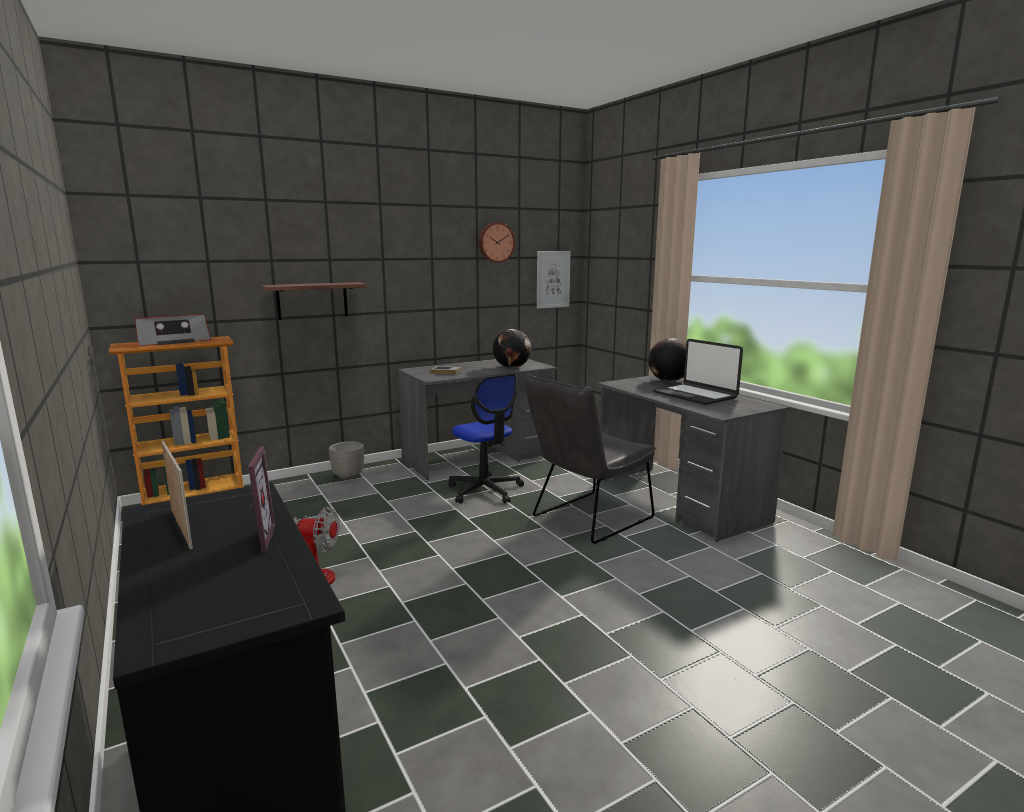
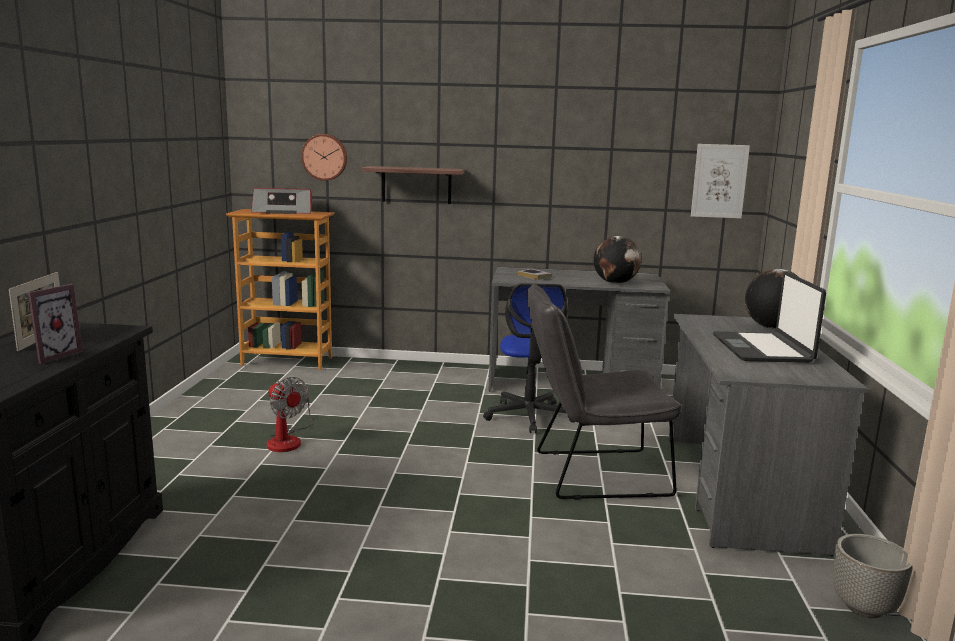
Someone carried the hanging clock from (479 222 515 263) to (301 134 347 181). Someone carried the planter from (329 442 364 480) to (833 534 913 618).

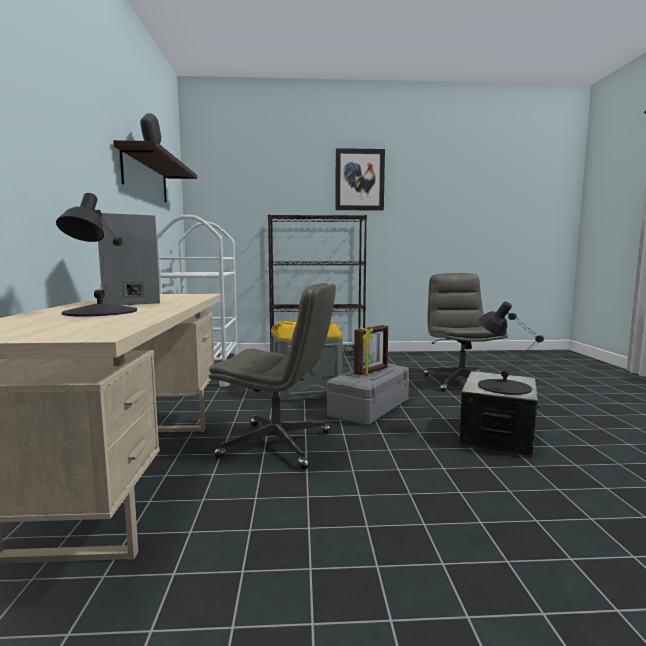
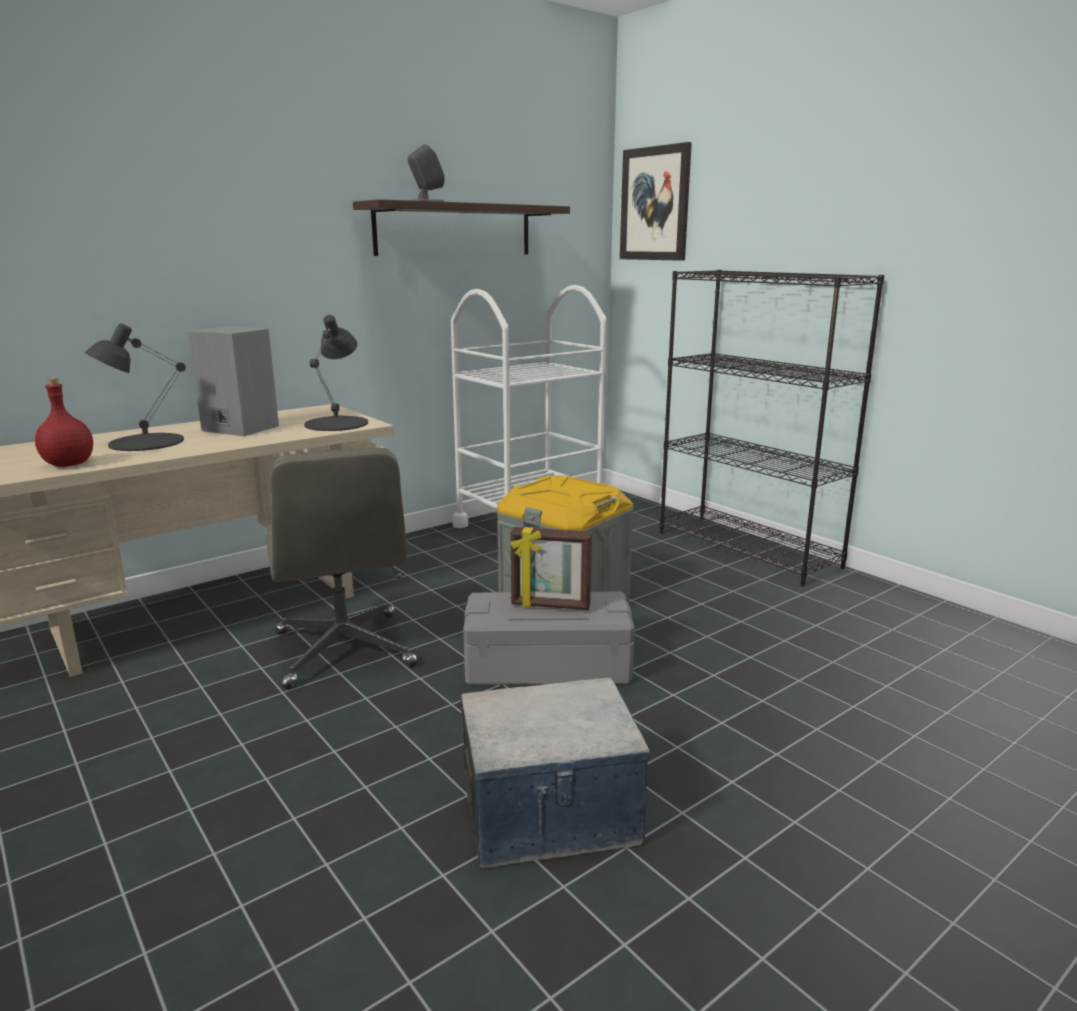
Someone carried the wall art from (335 148 385 211) to (620 142 692 261). Someone took away the gray office chair at (423 273 508 392). Someone carried the black-coloured lamp for a table from (478 301 544 395) to (304 315 368 431). Someone put down the reddish bottle at (35 377 93 467).

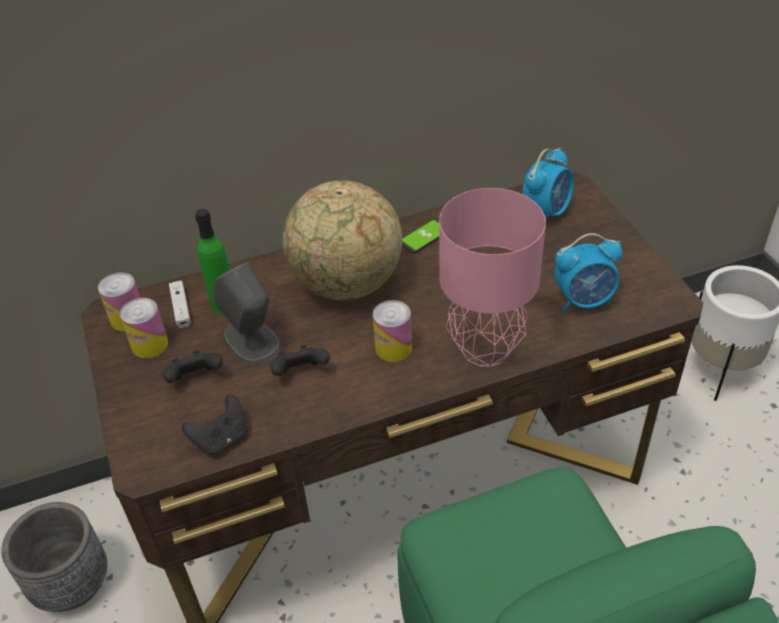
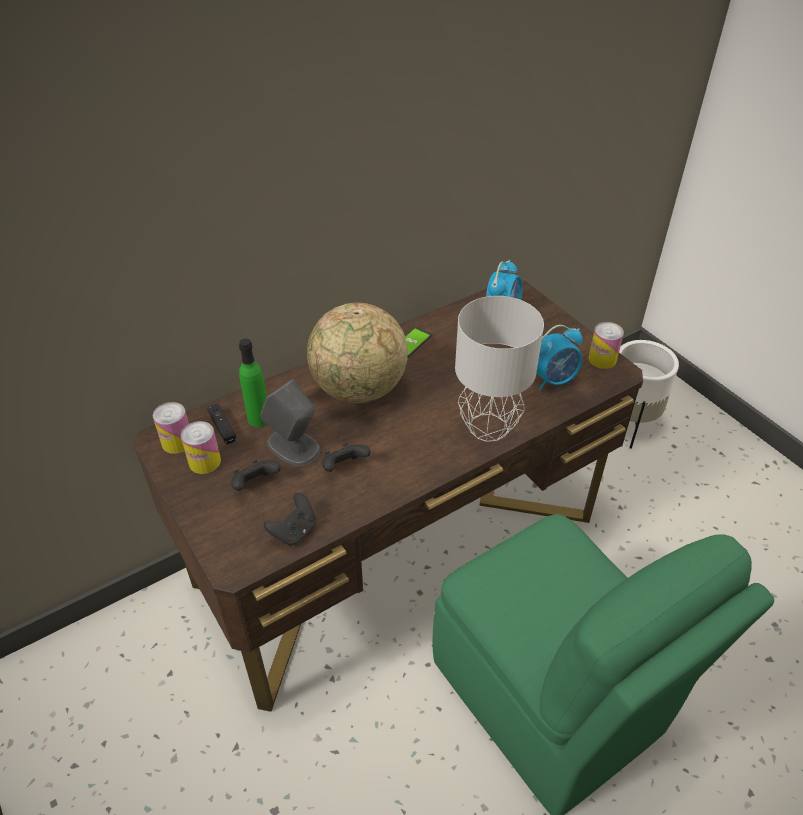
Someone repainted the pink lamp for a table at (439 188 546 367), which became the gray lamp for a table at (455 296 544 442). Someone repainted the whitish gamepad at (169 280 191 328), which became the black-coloured gamepad at (207 403 236 444). Someone carried the metal can from (373 300 412 362) to (588 322 624 369). Someone took away the gray planter at (1 502 107 612).

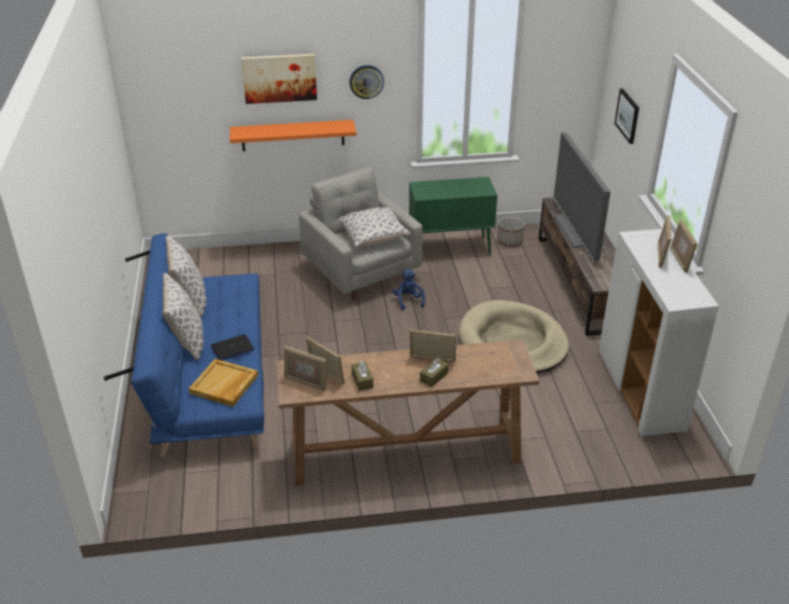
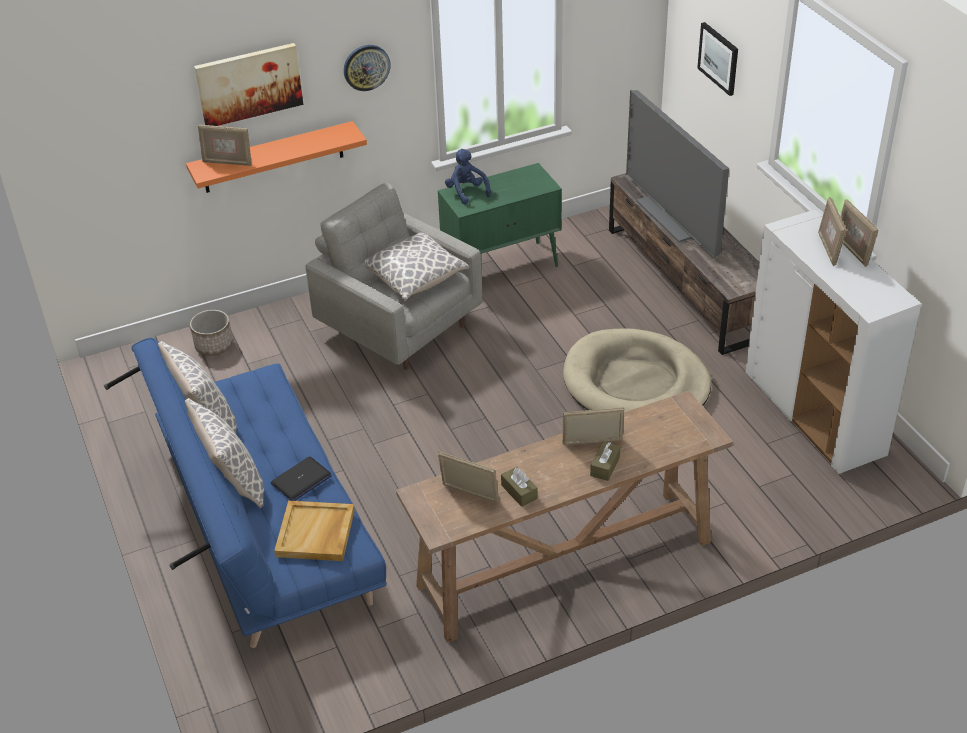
Someone carried the planter from (497 217 525 247) to (190 310 233 356). Someone carried the blue-coloured plush toy from (392 269 425 310) to (445 149 491 205). Someone carried the photo frame from (284 346 327 391) to (198 125 252 166).

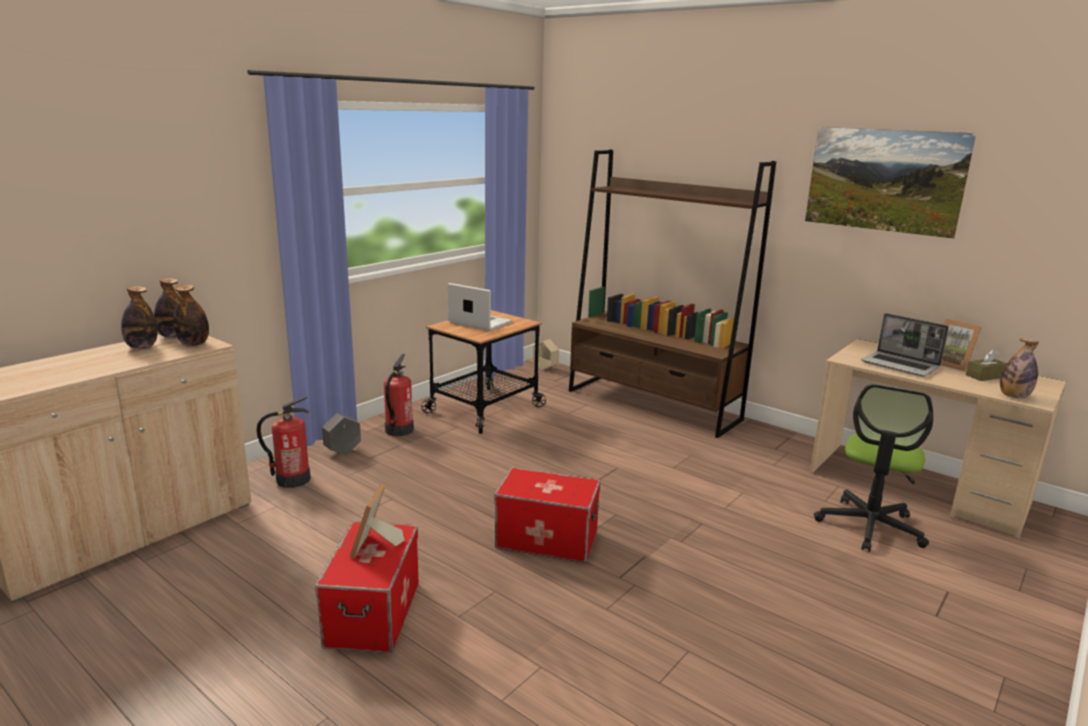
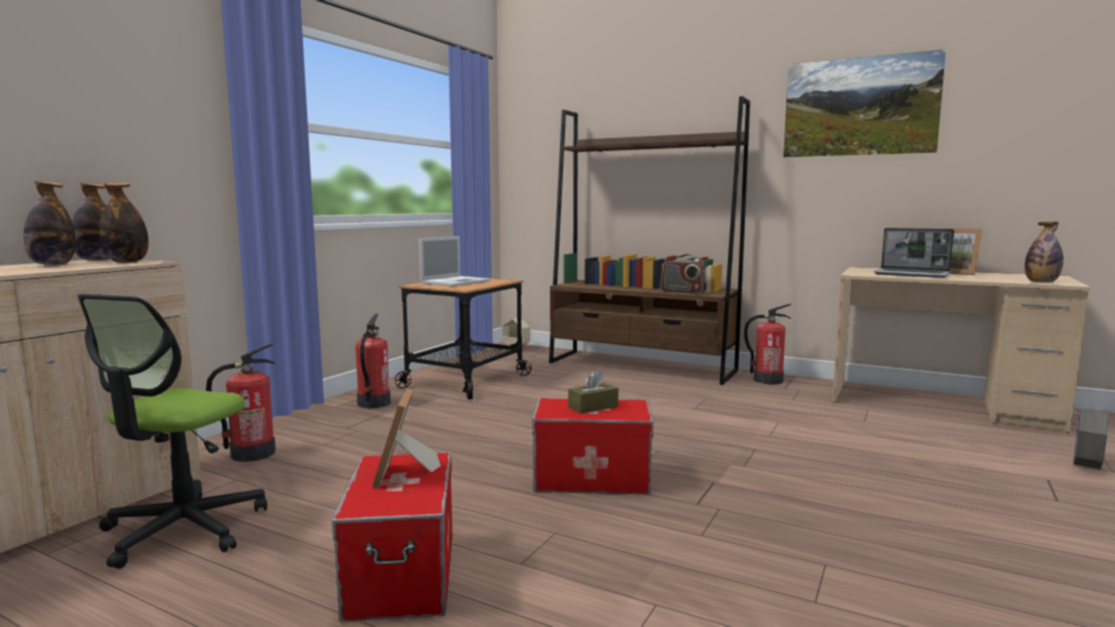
Someone rotated the portable computer at (448 283 512 331) by 105 degrees clockwise. Someone carried the brown-coloured box of tissues from (966 349 1007 381) to (568 370 618 414). Someone carried the office chair from (814 384 933 552) to (77 294 267 569). Someone carried the gray planter from (322 413 361 455) to (1073 409 1108 469). Someone put down the radio at (660 254 707 294). Someone put down the extinguisher at (744 304 791 384).

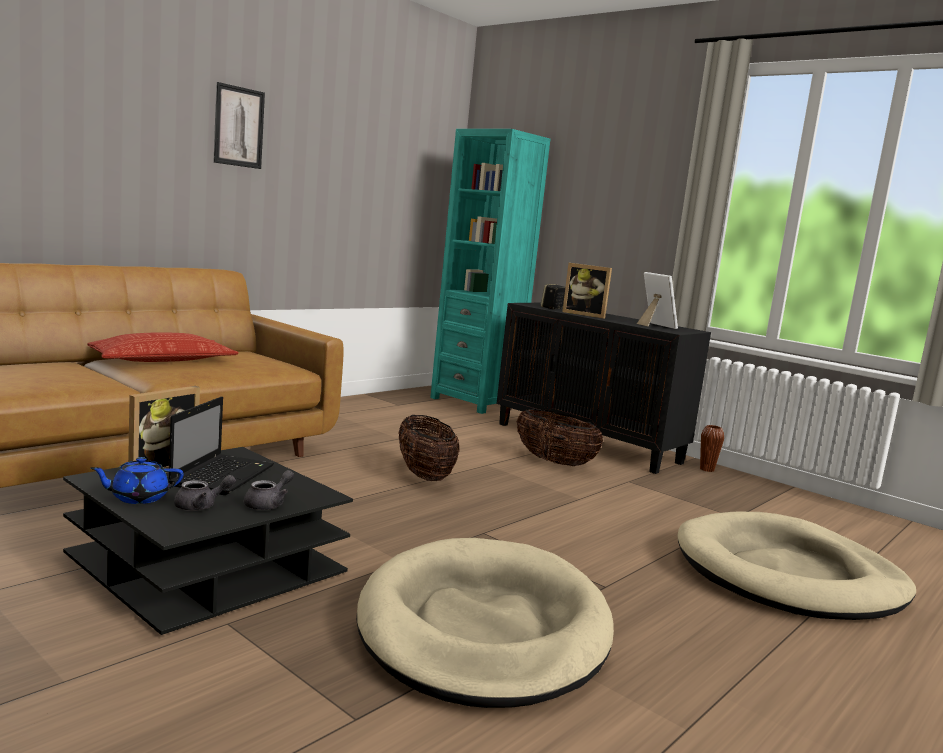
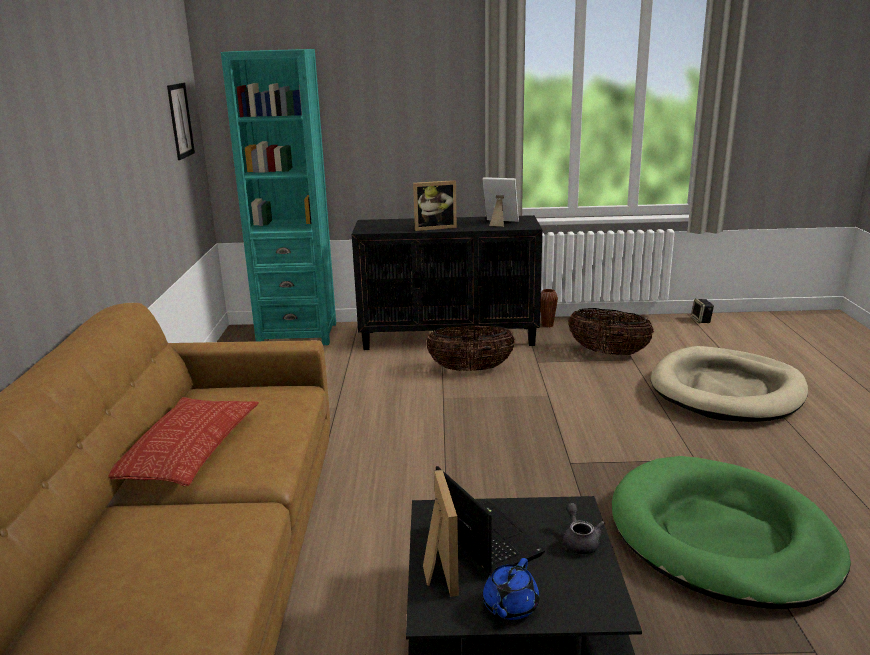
Someone carried the wall art from (214 82 265 169) to (167 83 195 160). Someone carried the loudspeaker from (541 284 565 309) to (691 299 714 323). Someone carried the household basket from (398 415 459 481) to (568 308 654 355). Someone took away the gray pot for tea at (174 475 236 511). Someone repainted the sand-coloured pet bed at (356 538 614 708), which became the green pet bed at (612 456 851 609).

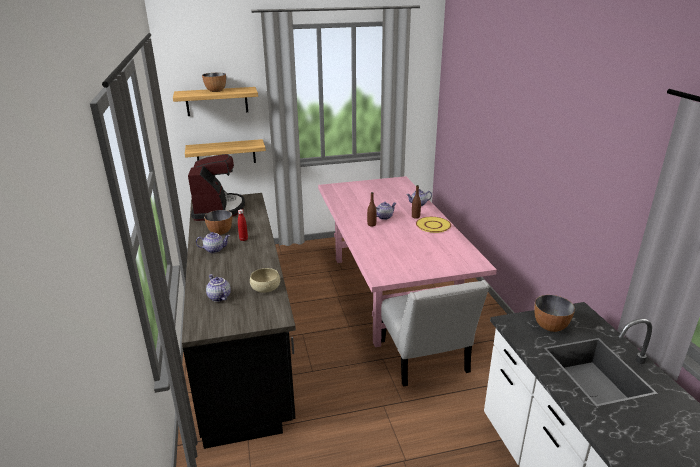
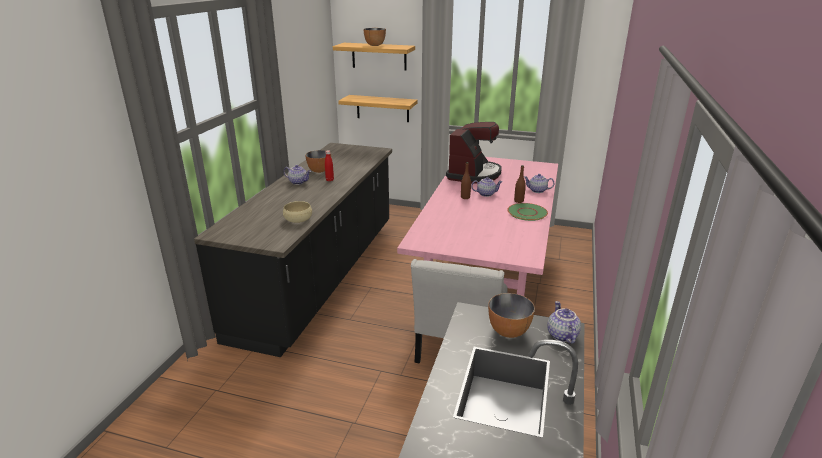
Someone carried the coffee brewer from (188 154 245 221) to (446 122 502 184). Someone repainted the yellow-coloured dinner plate at (416 217 451 233), which became the green dinner plate at (507 203 548 221). Someone carried the pot for tea from (206 274 231 302) to (547 301 581 344).

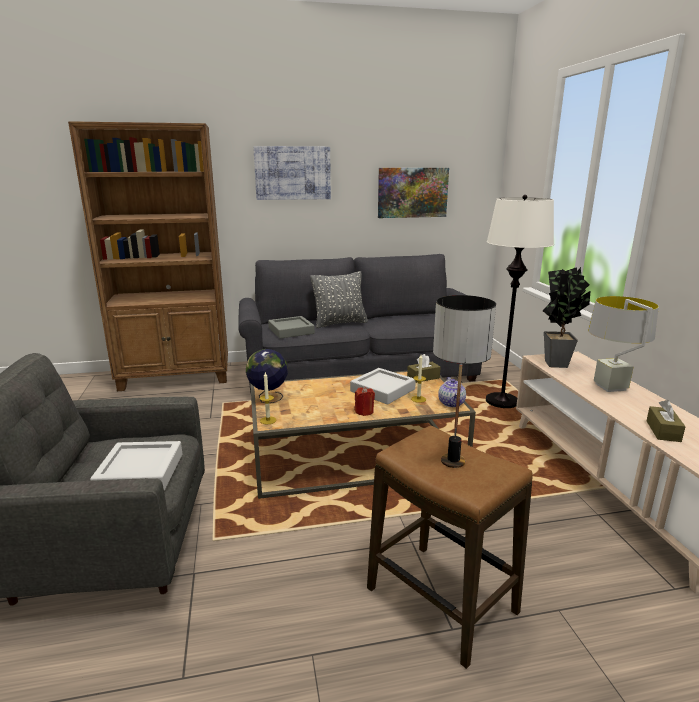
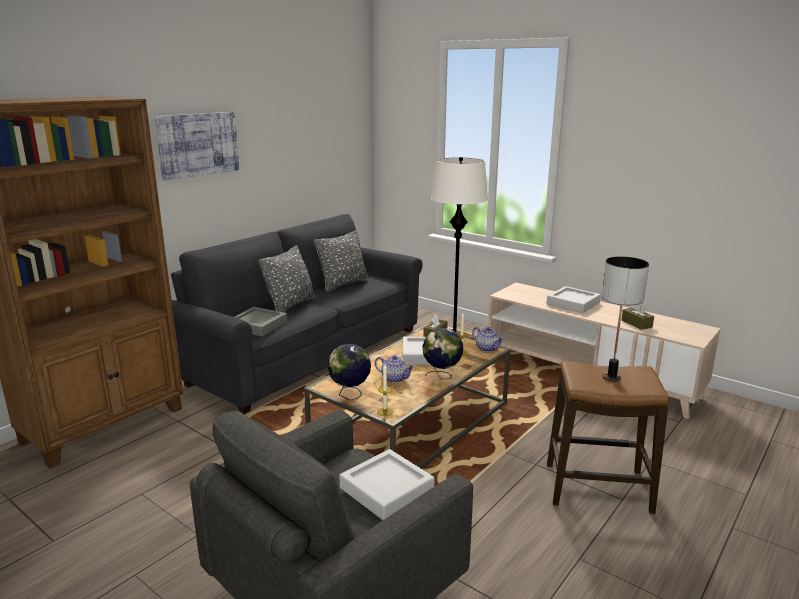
Someone took away the wall art at (378 168 449 218). Someone took away the potted plant at (543 267 591 368). Someone swapped the gray lamp for a table at (588 296 659 392) for the gray tray at (547 286 601 313). Someone swapped the reddish candle at (355 387 375 416) for the world globe at (422 328 463 379). Someone put down the gray cushion at (314 231 369 292). Someone put down the pot for tea at (375 355 415 383).

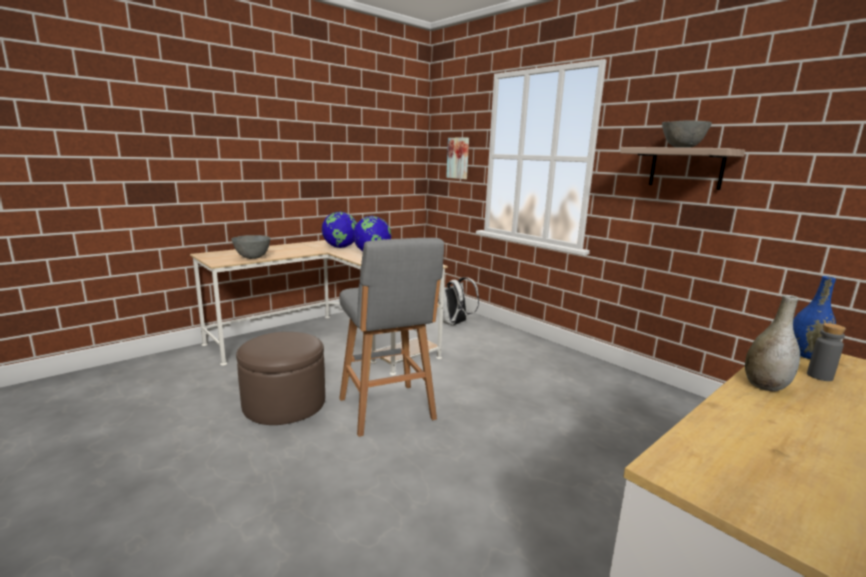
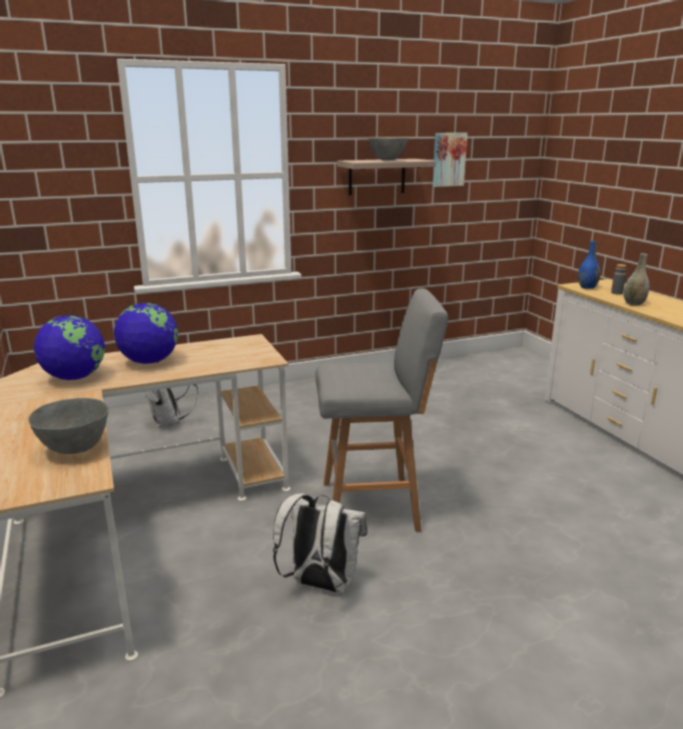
Someone carried the wall art from (446 138 469 179) to (433 133 467 187). Someone swapped the brown-coloured pouffe at (236 332 325 425) for the whitish knapsack at (273 493 367 592).

